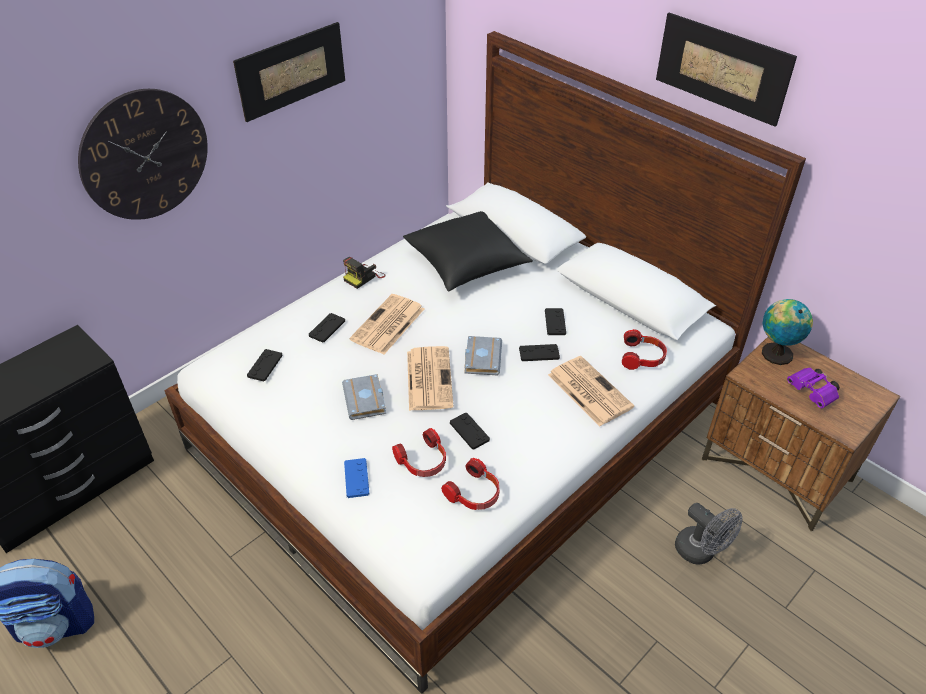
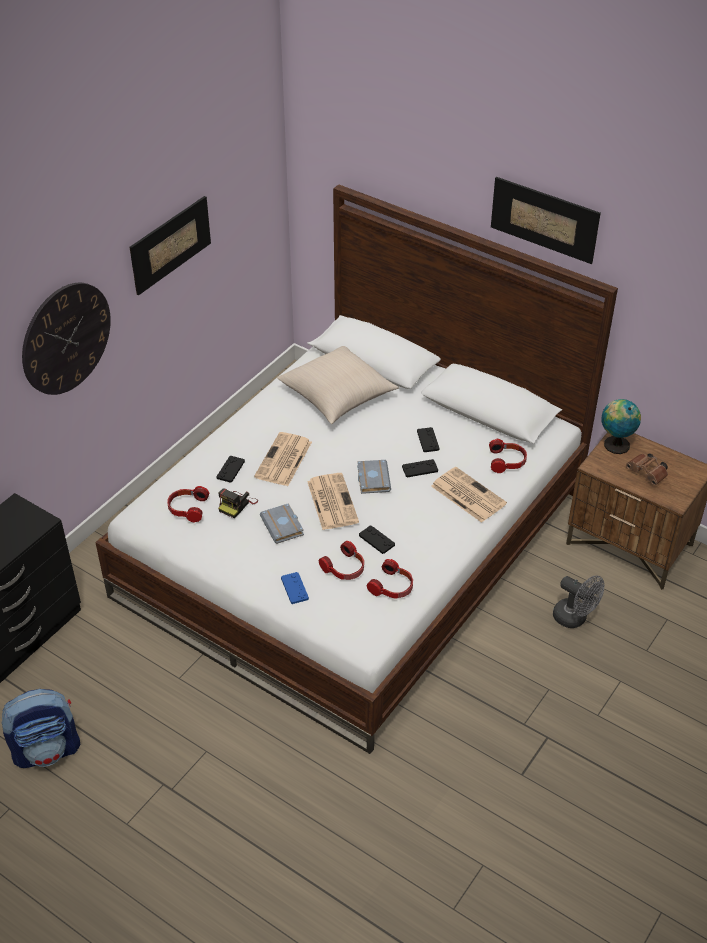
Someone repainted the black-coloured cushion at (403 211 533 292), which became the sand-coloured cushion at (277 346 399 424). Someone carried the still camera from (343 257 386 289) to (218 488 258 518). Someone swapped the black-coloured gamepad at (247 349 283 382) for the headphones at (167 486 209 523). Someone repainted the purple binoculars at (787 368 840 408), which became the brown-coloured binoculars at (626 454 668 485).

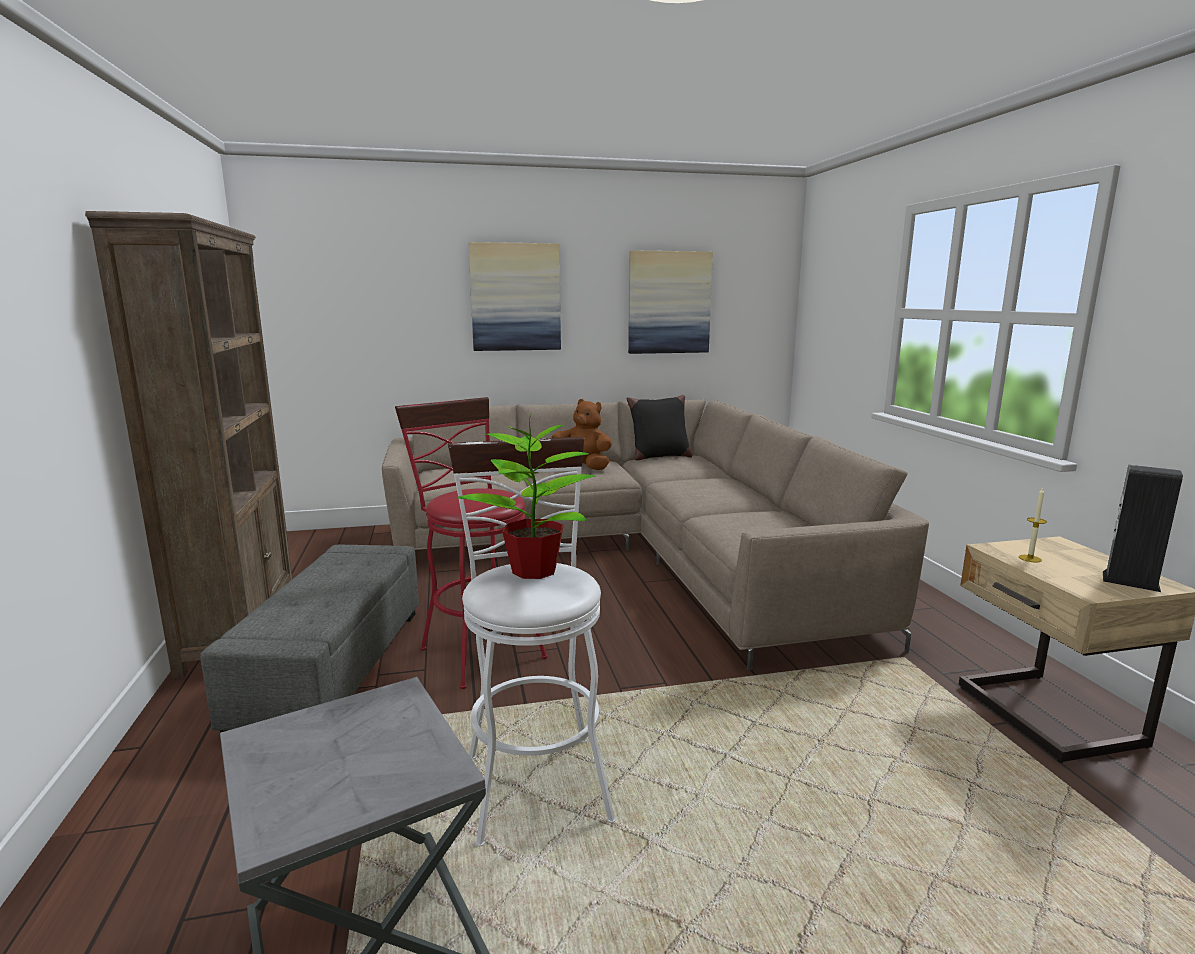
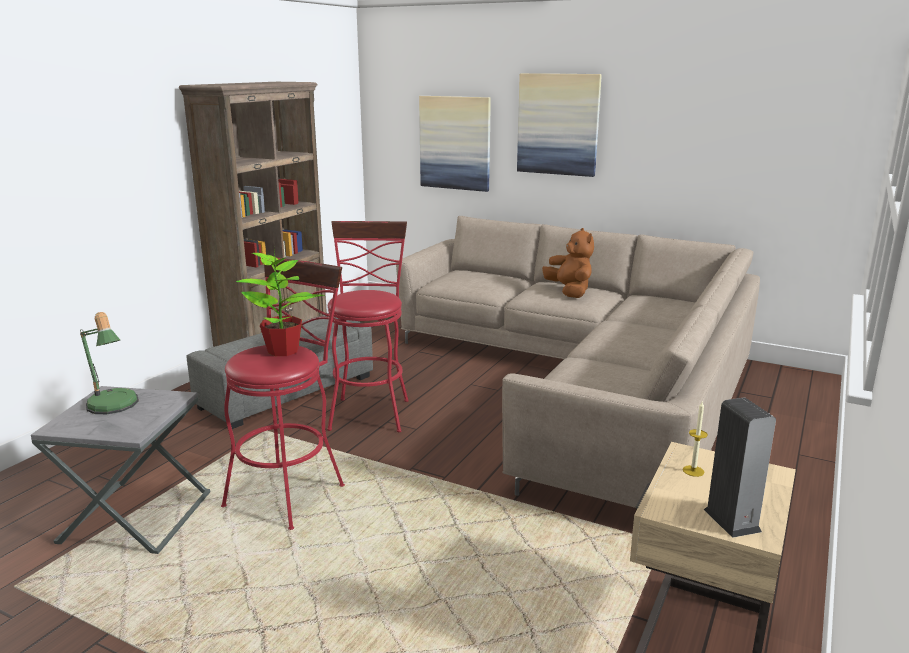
Someone carried the wall art from (628 250 713 354) to (419 96 491 192). Someone took away the black-coloured cushion at (626 395 692 460). Someone repainted the whitish stool at (448 437 616 846), which became the reddish stool at (221 257 345 530). Someone put down the lamp for a table at (80 312 139 414).

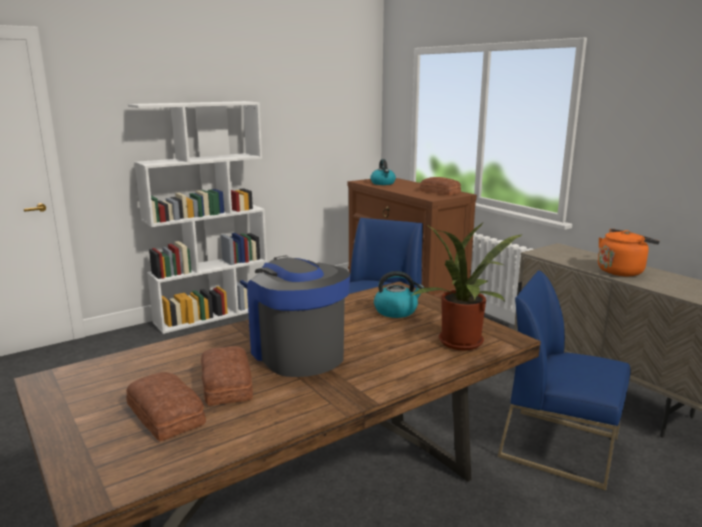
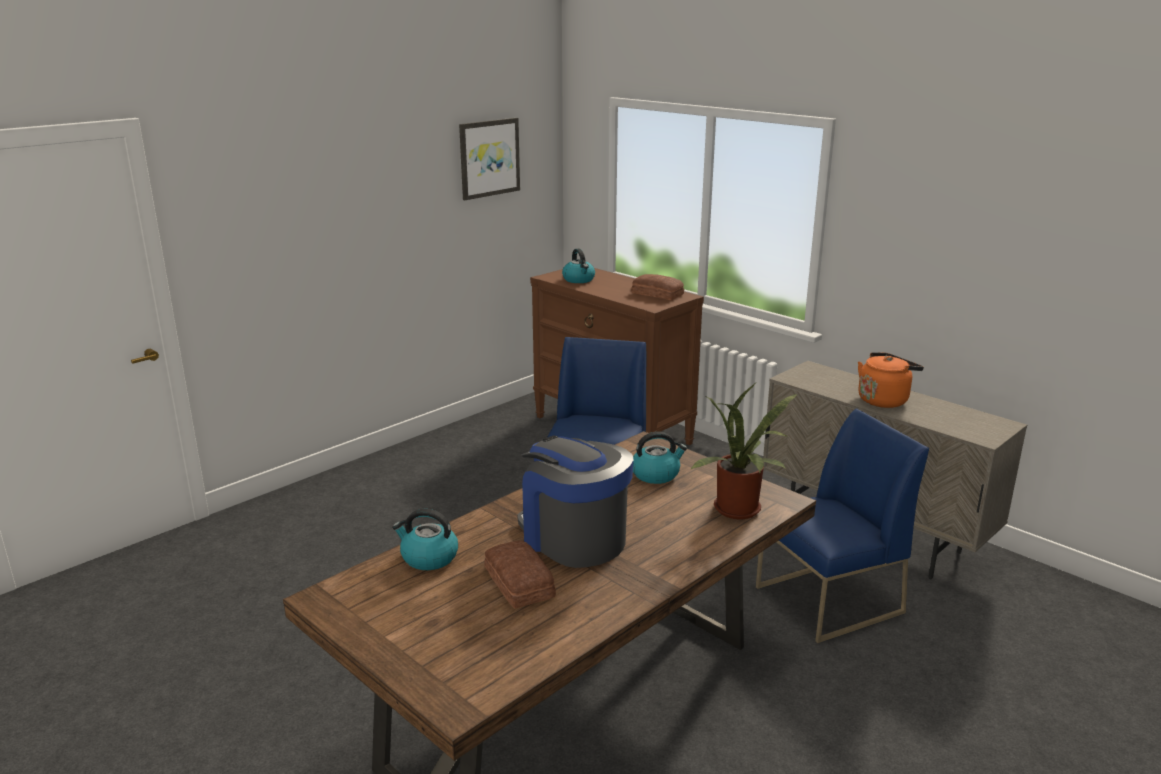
Someone took away the whitish bookcase at (128 101 267 334). Someone rotated the blue-coloured chair at (497 270 631 490) by 135 degrees clockwise. Someone took away the baked bread at (126 372 206 441). Someone put up the wall art at (459 118 520 200). Someone put down the water kettle at (392 509 458 570).

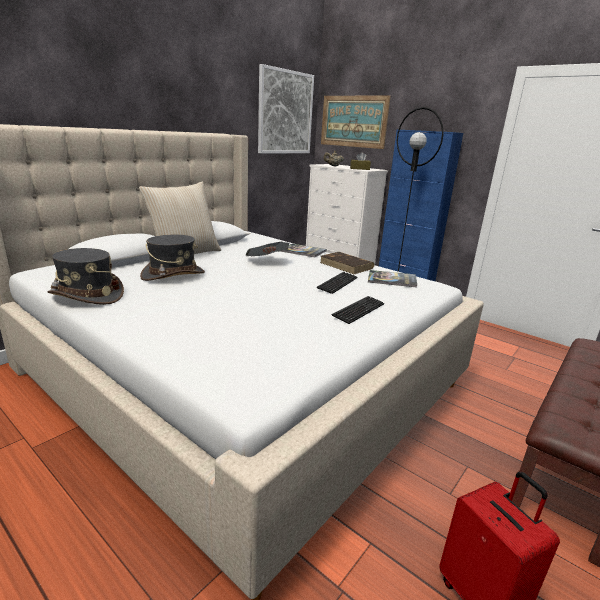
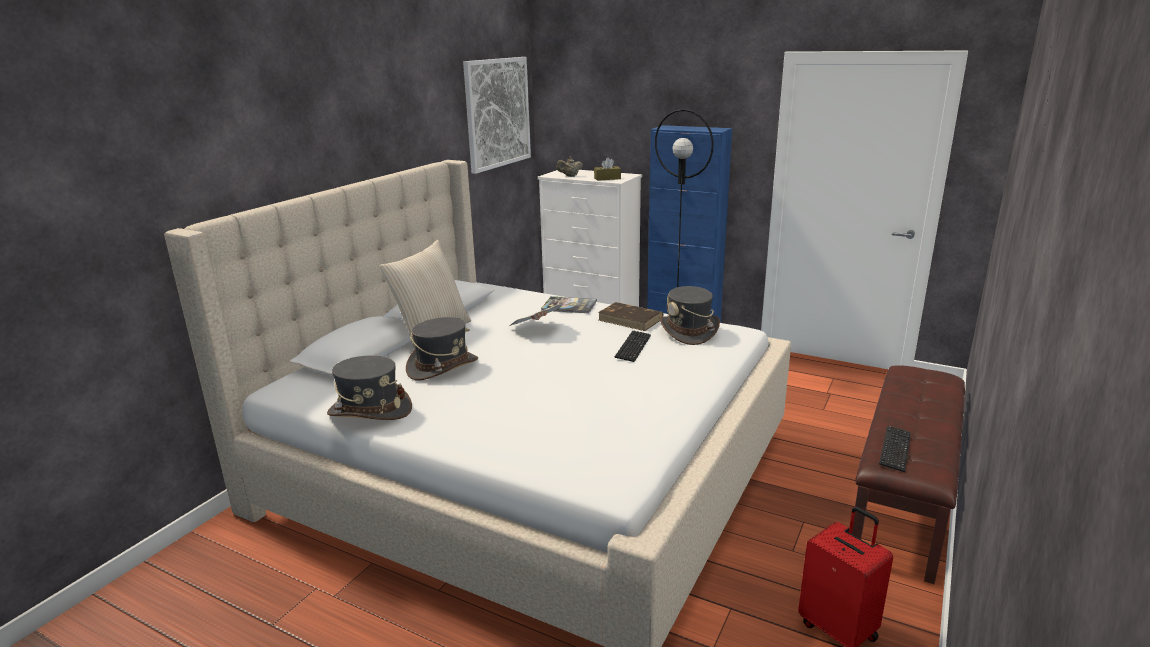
Someone took away the wall art at (321 95 391 149). Someone swapped the volume at (368 270 417 287) for the gray clothing hat at (660 286 720 345). Someone carried the keyboard from (332 296 384 324) to (879 426 911 472).

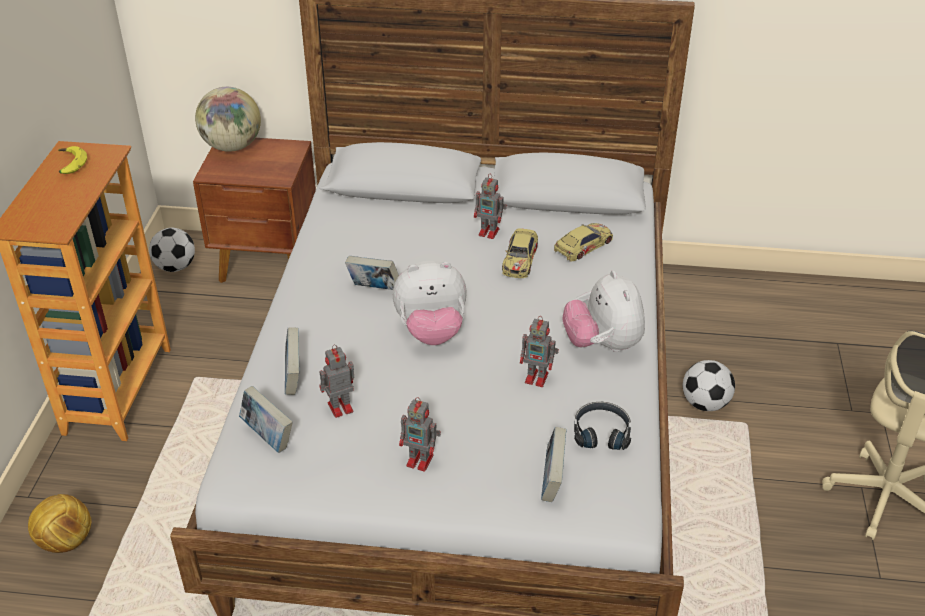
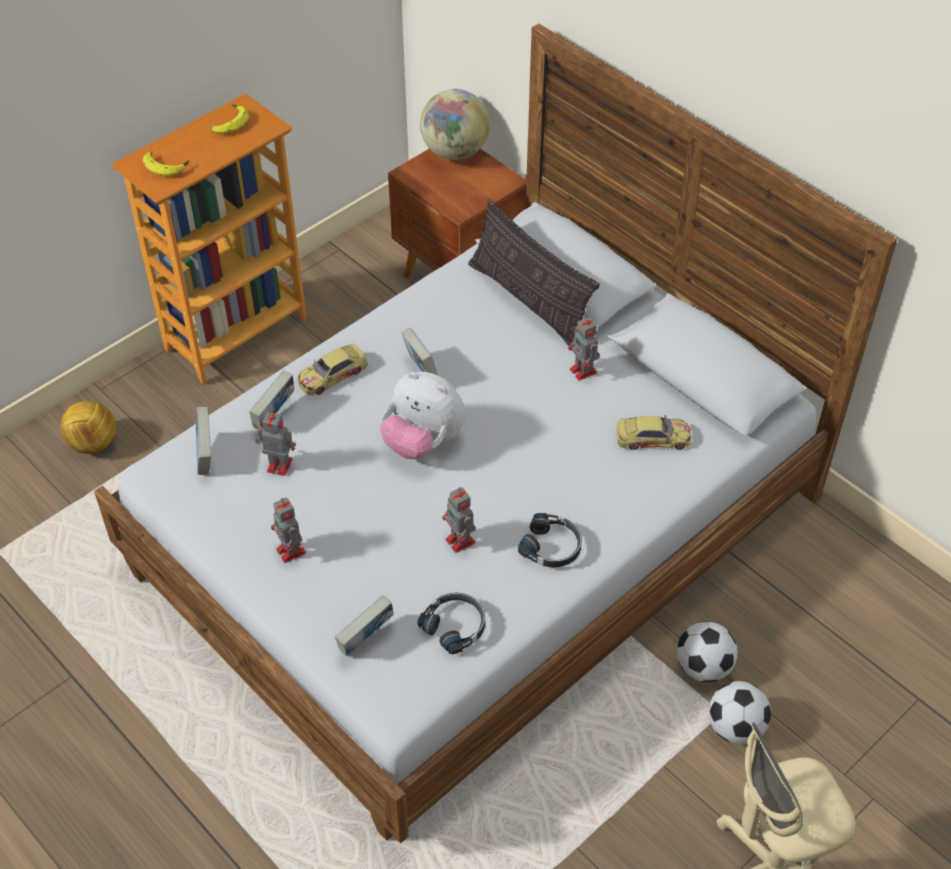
Someone carried the football ball from (149 228 195 272) to (708 681 771 744). Someone carried the model car from (502 229 538 278) to (297 343 368 396). Someone swapped the plush toy at (562 270 645 352) for the black-coloured headphones at (518 513 582 567). Someone put down the banana at (143 151 189 176). Someone put down the cushion at (468 199 600 348).

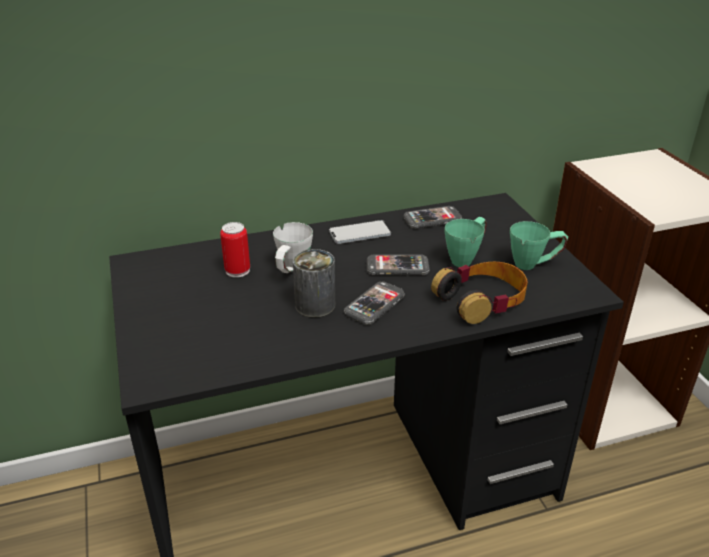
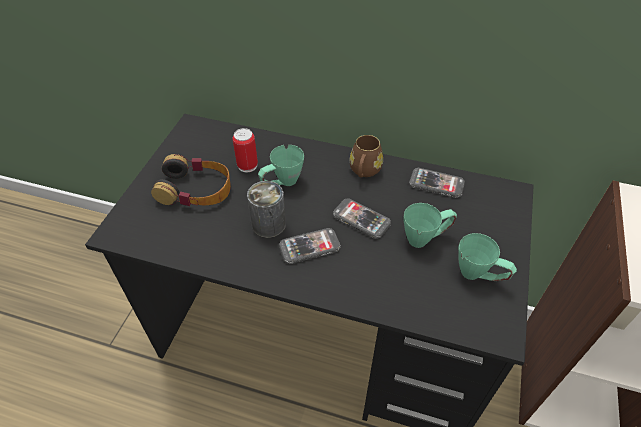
Someone swapped the telephone at (329 220 391 244) for the brown-coloured tea mug at (350 135 383 178). Someone repainted the whitish tea mug at (273 222 313 273), which became the green tea mug at (258 145 304 186). Someone carried the headphones from (431 262 528 324) to (151 154 231 206).

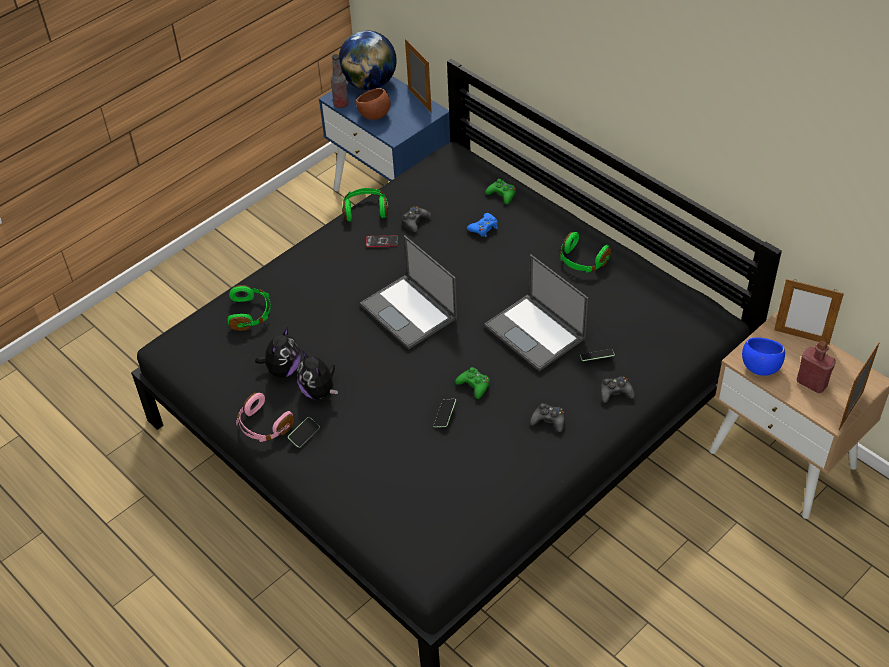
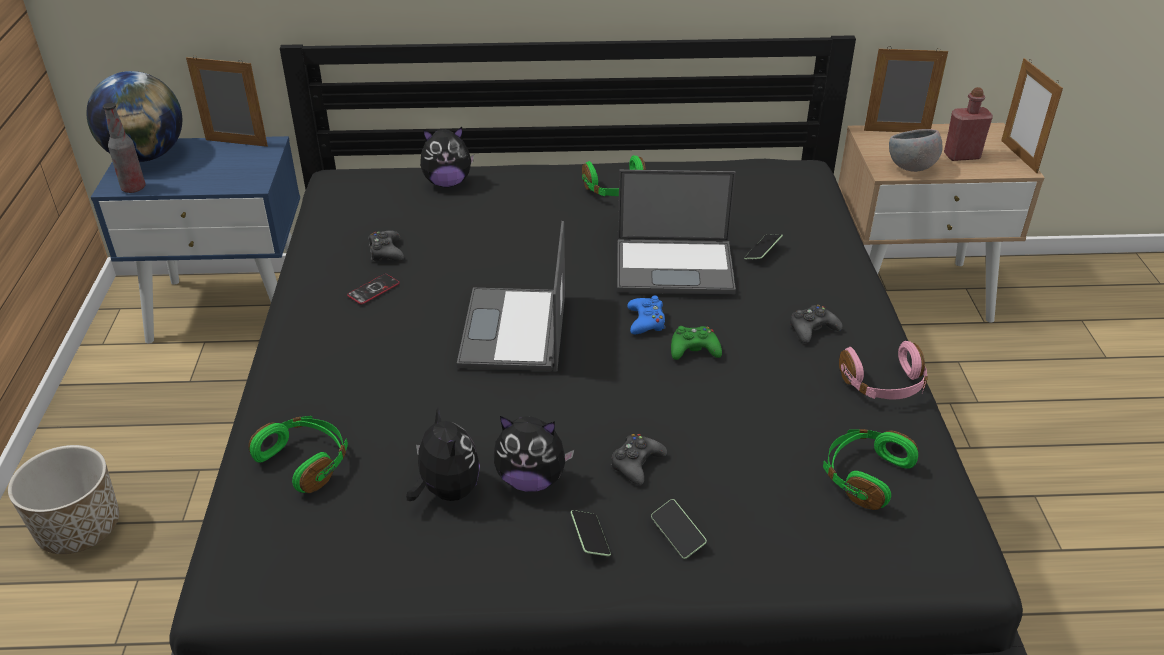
Someone took away the brown-coloured deep dish at (356 88 391 120). Someone swapped the green gamepad at (485 179 516 204) for the plush toy at (420 127 474 187). Someone carried the green headphones from (342 188 389 221) to (823 429 918 510). Someone carried the blue-coloured gamepad from (467 213 498 237) to (627 295 666 334). Someone rotated the portable computer at (360 235 457 349) by 90 degrees clockwise. Someone rotated the photo frame at (774 279 844 345) by 150 degrees counterclockwise. Someone repainted the blue-coloured deep dish at (742 337 785 376), which became the gray deep dish at (889 129 942 172). Someone carried the black-coloured gamepad from (601 376 635 403) to (611 434 667 485). Someone carried the pink headphones from (236 392 294 442) to (839 341 928 399). Someone carried the telephone from (433 399 456 427) to (651 499 707 559). Someone put down the planter at (8 445 119 554).

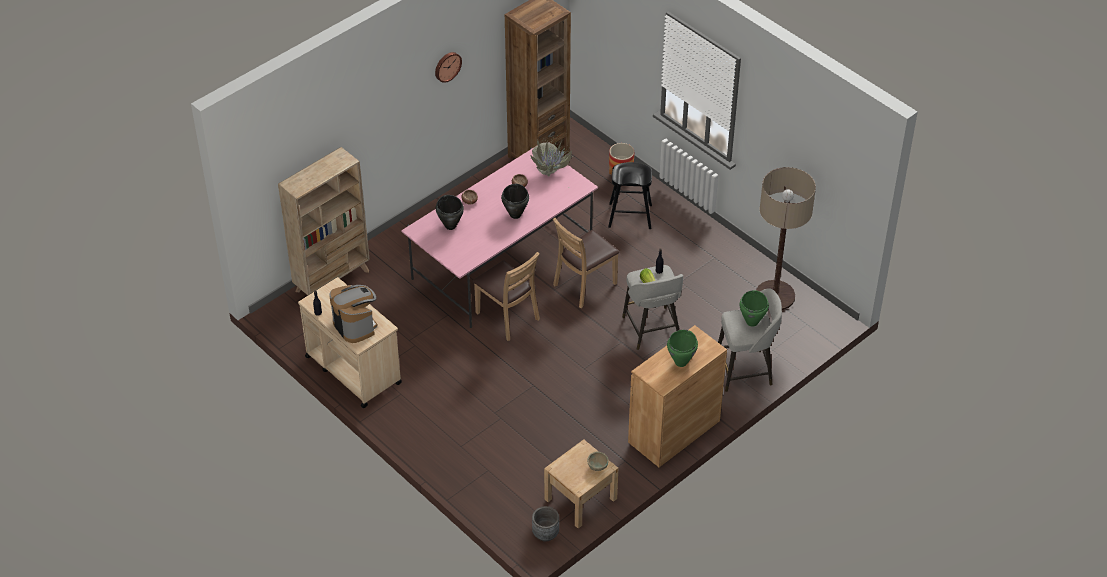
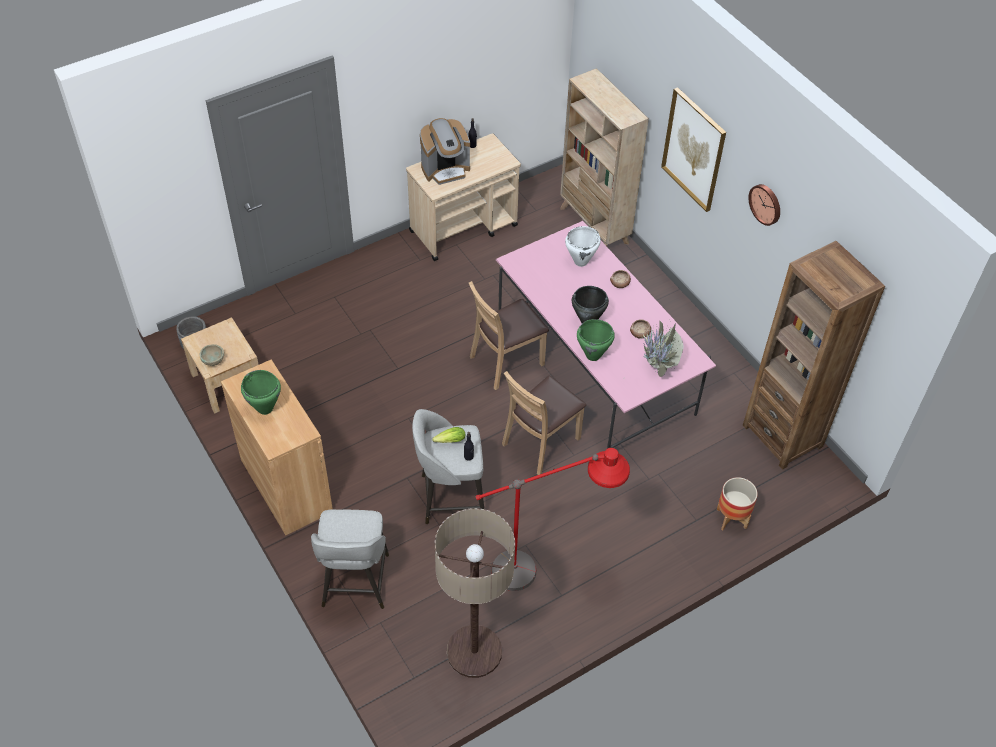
Someone took away the black-coloured stool at (608 162 652 229). Someone repainted the black-coloured stockpot at (436 195 464 230), which became the whitish stockpot at (565 226 601 267). Someone rotated the brown-coloured chair at (553 218 620 308) by 105 degrees counterclockwise. Someone carried the green stockpot from (740 290 769 327) to (577 319 615 361). Someone put up the wall art at (661 87 726 212). Someone put down the reddish standing lamp at (476 448 630 591).

